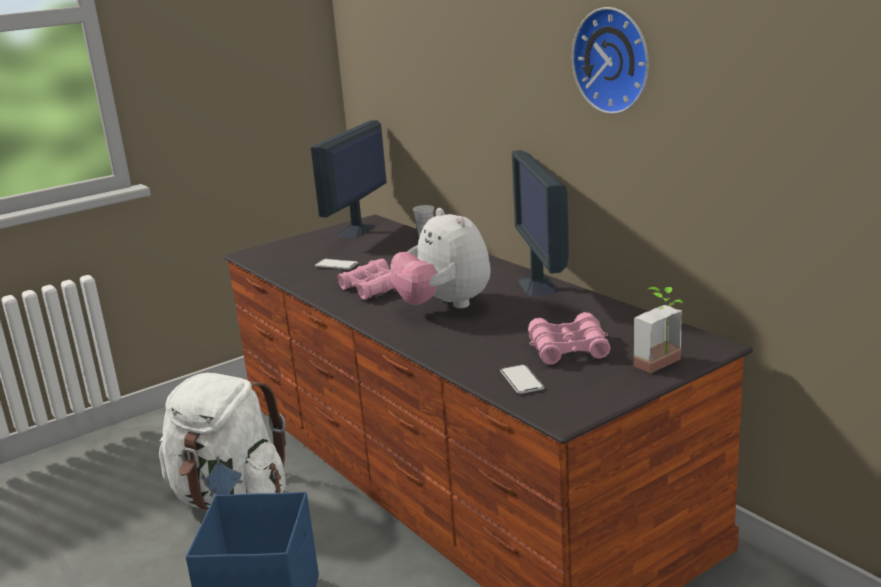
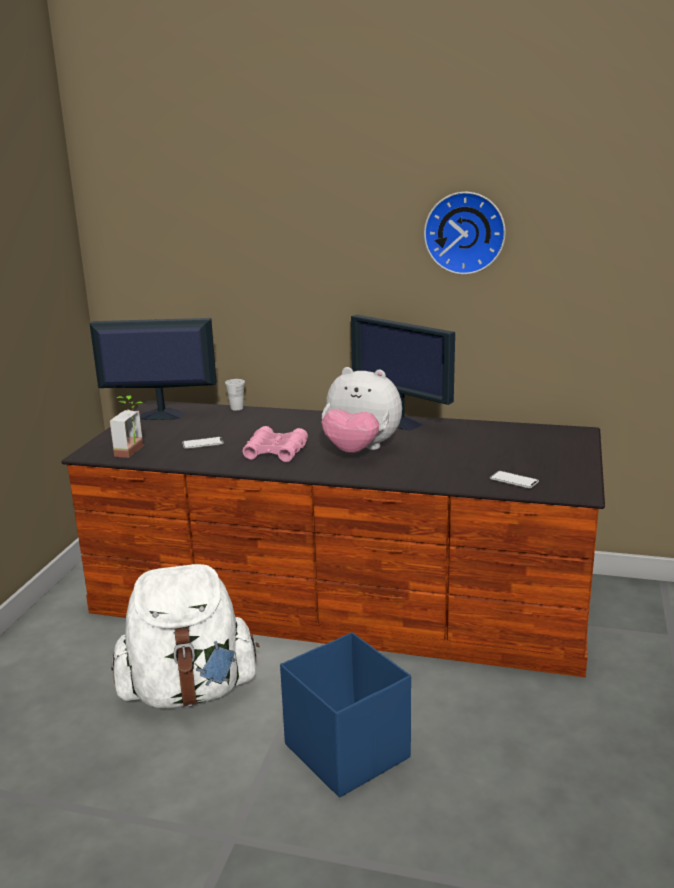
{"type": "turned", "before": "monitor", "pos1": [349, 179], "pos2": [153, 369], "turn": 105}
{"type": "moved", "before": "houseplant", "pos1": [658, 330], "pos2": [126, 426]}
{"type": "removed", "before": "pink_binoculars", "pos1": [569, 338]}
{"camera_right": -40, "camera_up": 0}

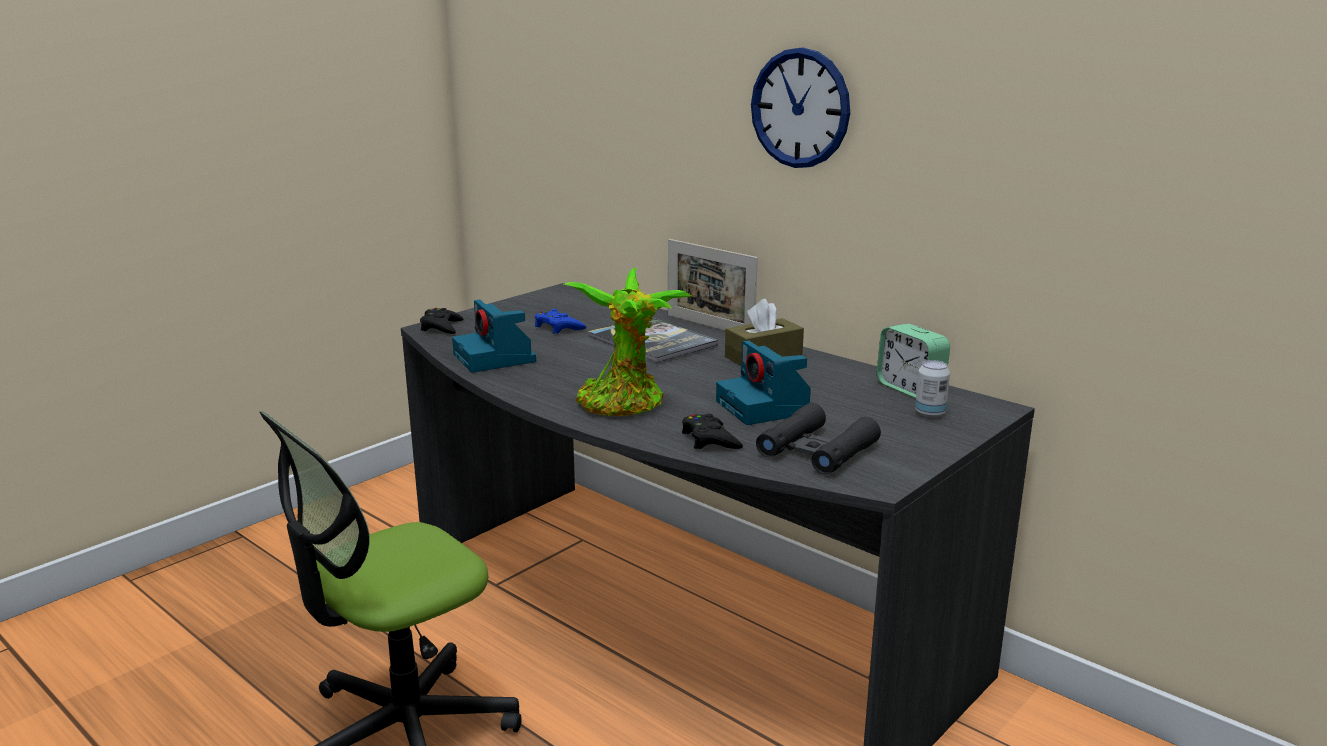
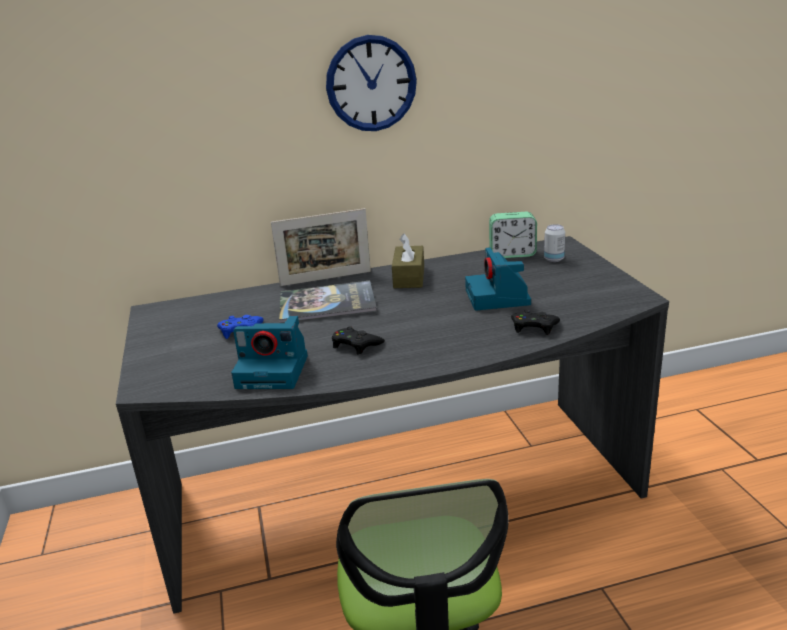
{"type": "moved", "before": "black_game_controller", "pos1": [441, 321], "pos2": [358, 340]}
{"type": "turned", "before": "photo_camera", "pos1": [763, 382], "pos2": [498, 279], "turn": 75}
{"type": "removed", "before": "houseplant", "pos1": [627, 342]}
{"type": "removed", "before": "black_binoculars", "pos1": [818, 438]}
{"camera_right": -55, "camera_up": 5}

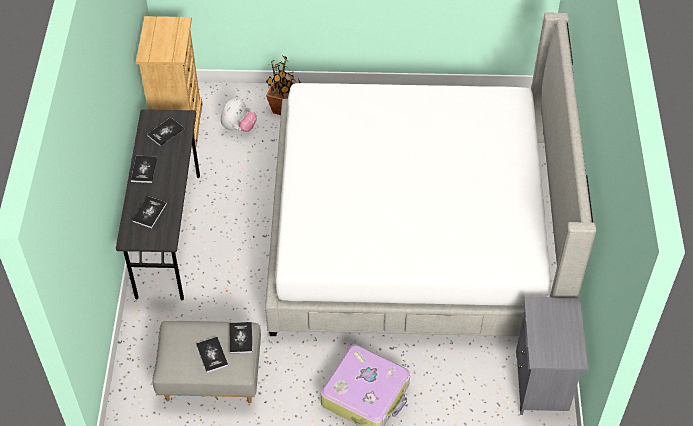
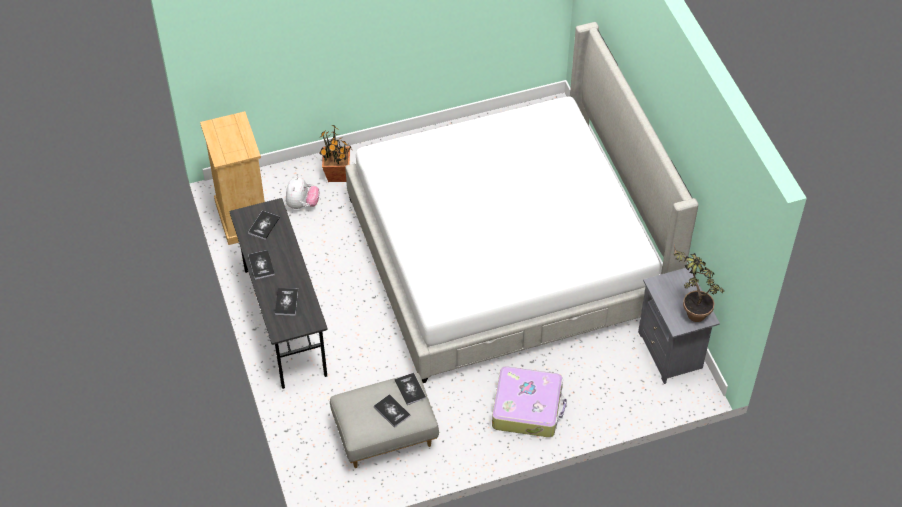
{"type": "added", "after": "houseplant", "pos2": [699, 283]}
{"camera_right": -20, "camera_up": 0}

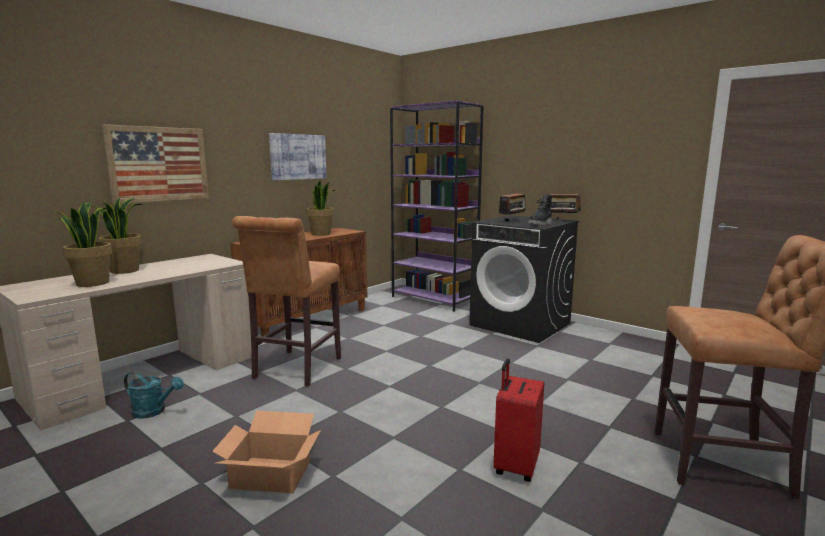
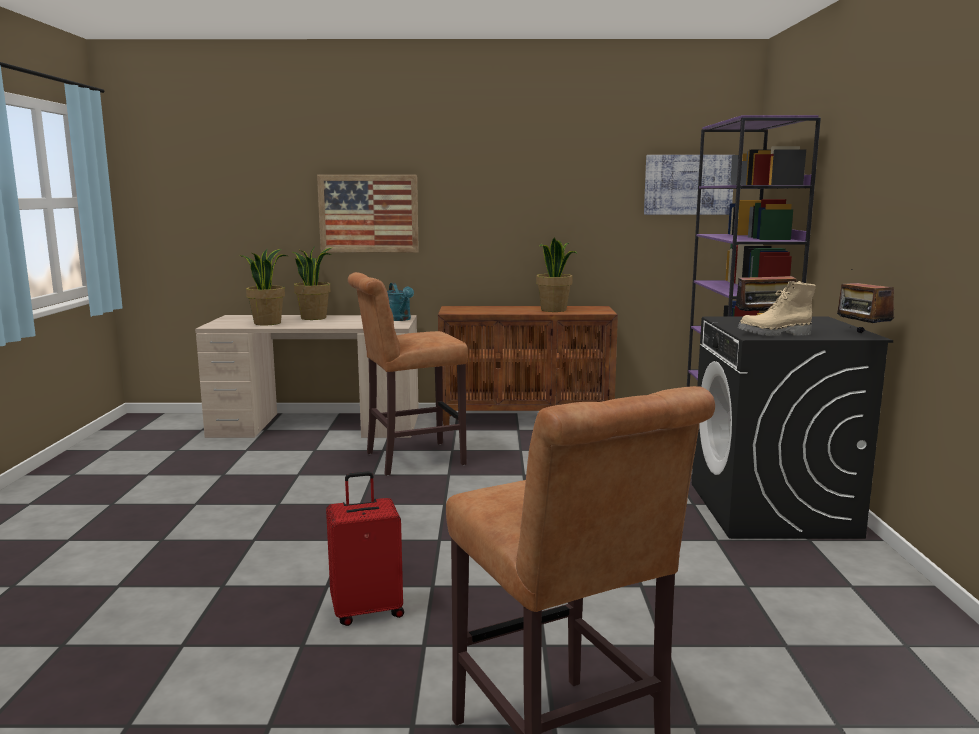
{"type": "moved", "before": "turquoise_watering_can", "pos1": [154, 395], "pos2": [400, 302]}
{"type": "moved", "before": "wall_art", "pos1": [298, 156], "pos2": [688, 185]}
{"type": "recoloured", "before": "black_high-top_boot", "after": "beige_high-top_boot", "pos1": [540, 210], "pos2": [777, 308]}
{"type": "removed", "before": "packing_box", "pos1": [266, 452]}
{"camera_right": 50, "camera_up": 0}

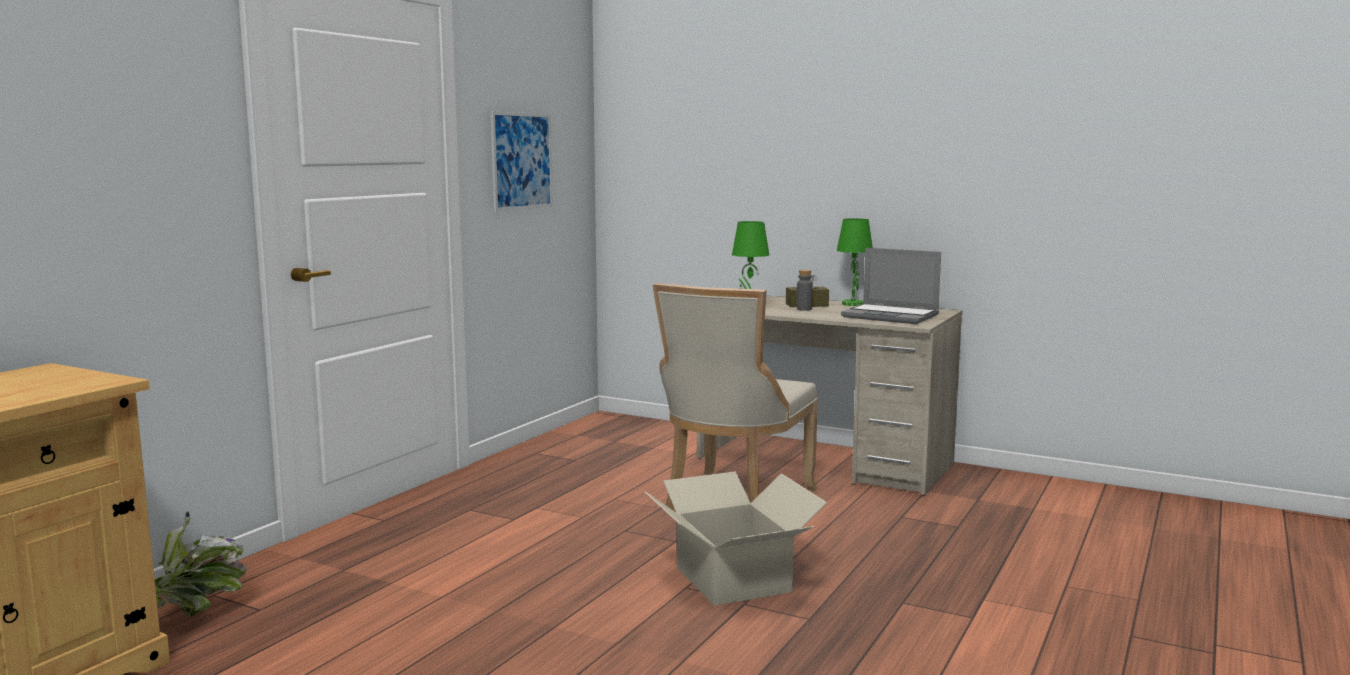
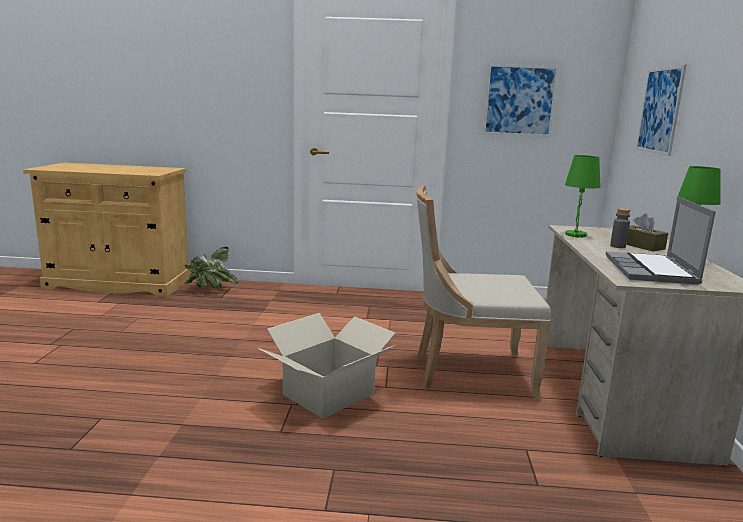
{"type": "added", "after": "wall_art", "pos2": [661, 110]}
{"camera_right": 65, "camera_up": 5}

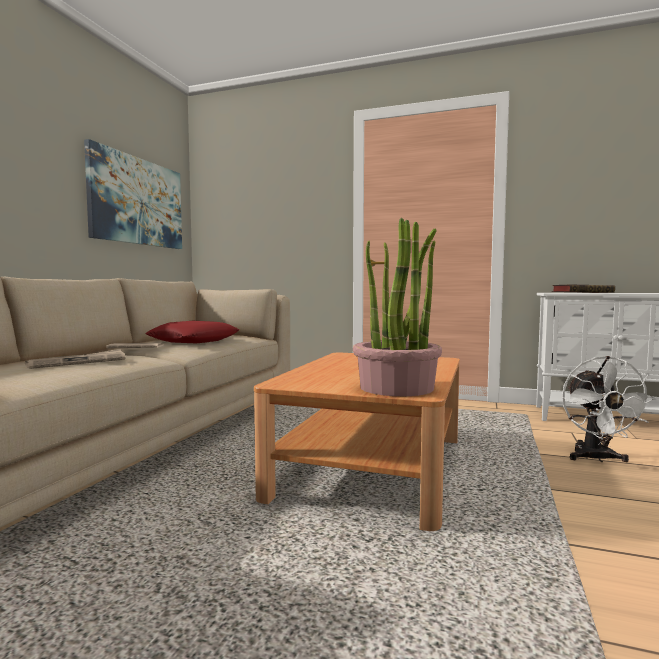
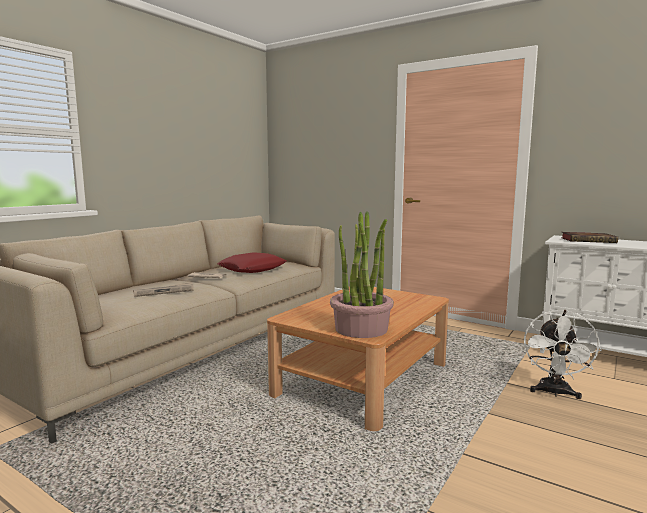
{"type": "removed", "before": "wall_art", "pos1": [133, 194]}
{"camera_right": 15, "camera_up": 5}

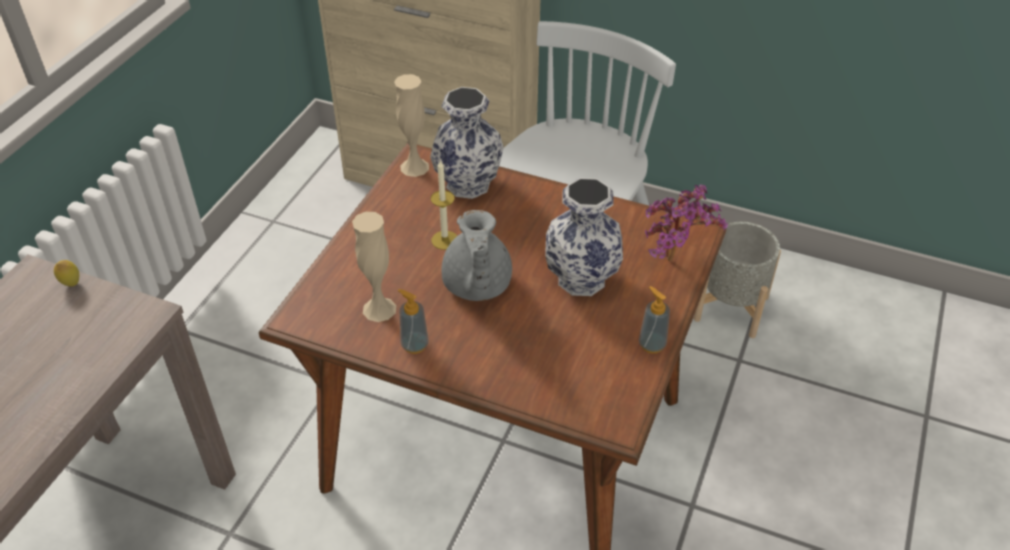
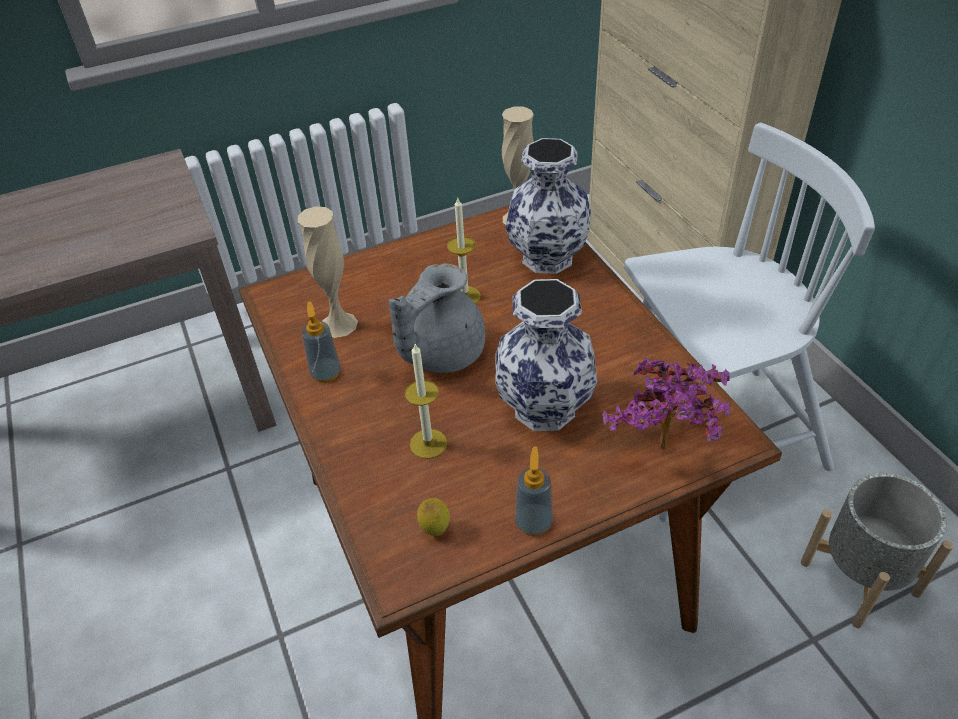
{"type": "added", "after": "wax_candle", "pos2": [426, 401]}
{"type": "moved", "before": "lemon", "pos1": [66, 273], "pos2": [433, 517]}
{"camera_right": 45, "camera_up": 0}

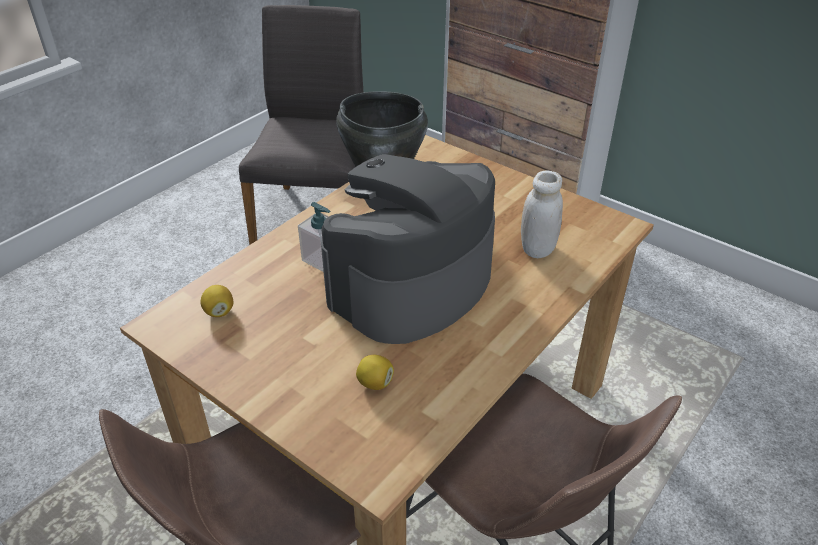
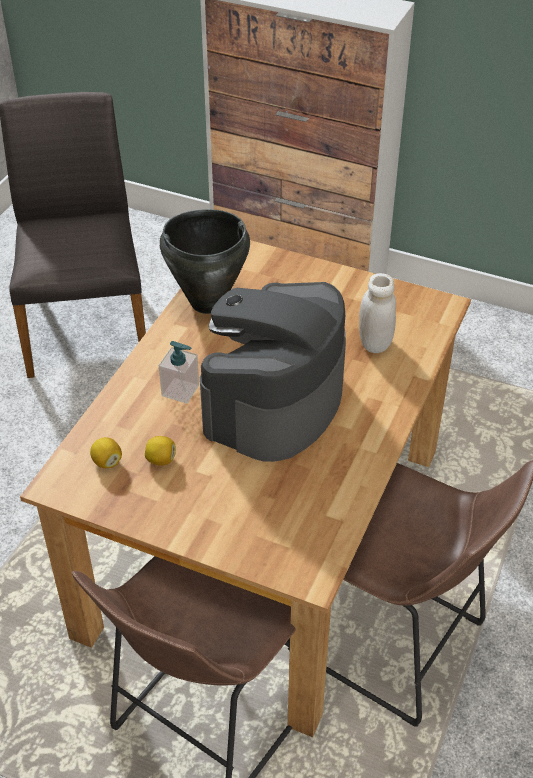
{"type": "moved", "before": "lemon", "pos1": [375, 372], "pos2": [160, 451]}
{"camera_right": -15, "camera_up": 5}

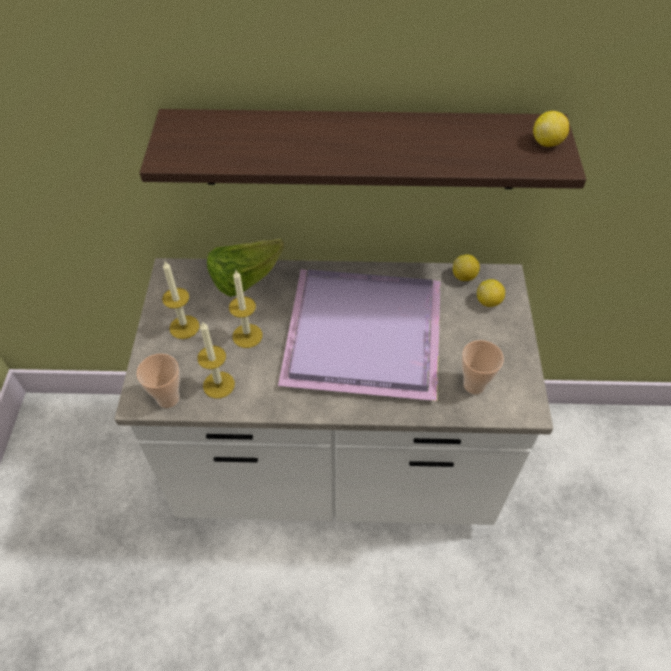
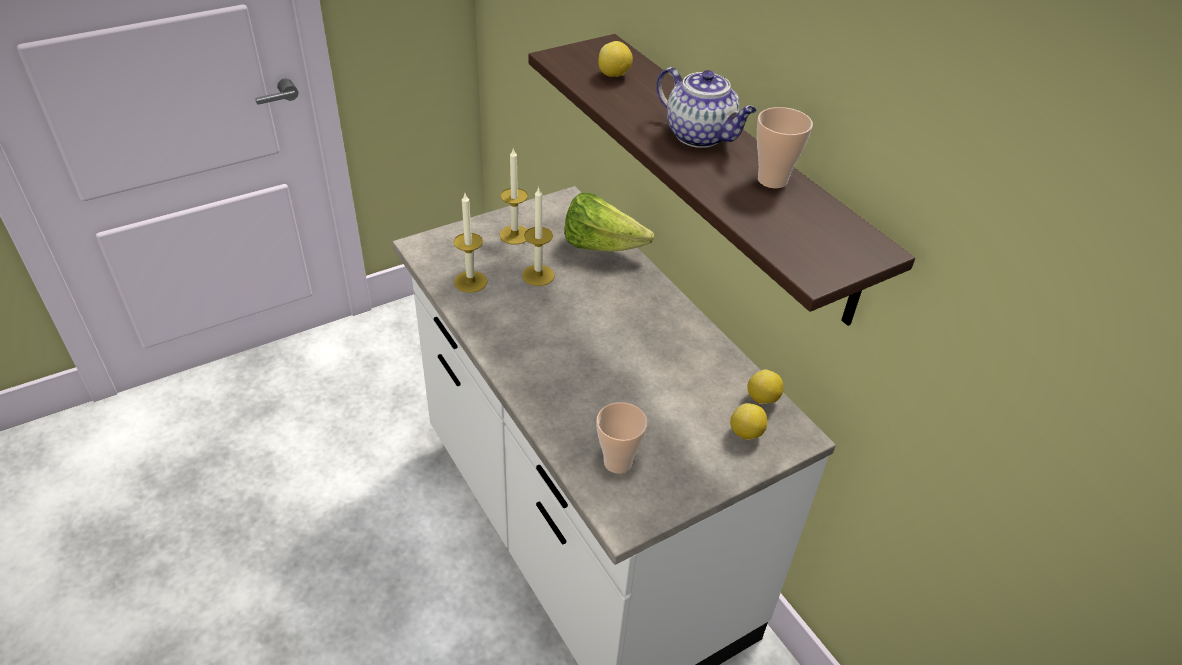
{"type": "moved", "before": "lemon", "pos1": [551, 129], "pos2": [615, 59]}
{"type": "added", "after": "tea_pot", "pos2": [706, 107]}
{"type": "moved", "before": "cup", "pos1": [158, 381], "pos2": [785, 147]}
{"type": "removed", "before": "purple-coloured_serving_tray", "pos1": [359, 335]}
{"camera_right": 55, "camera_up": -10}

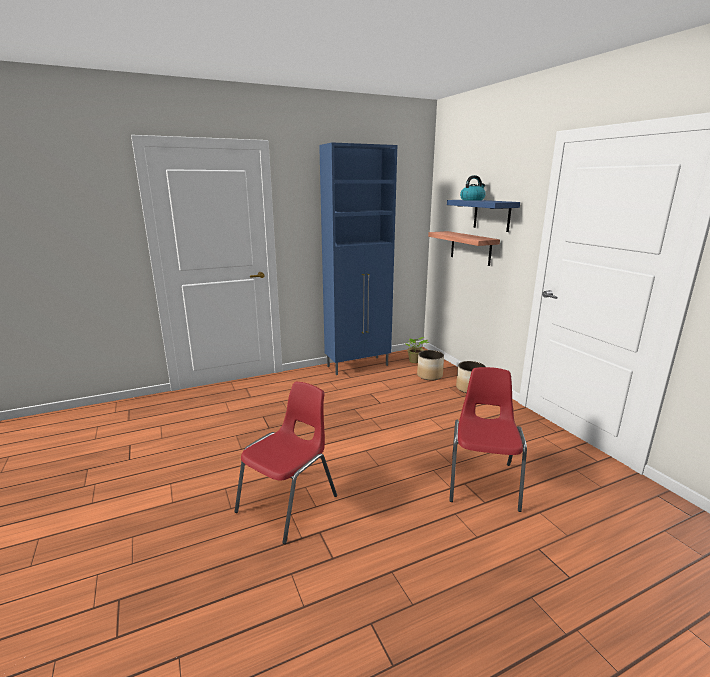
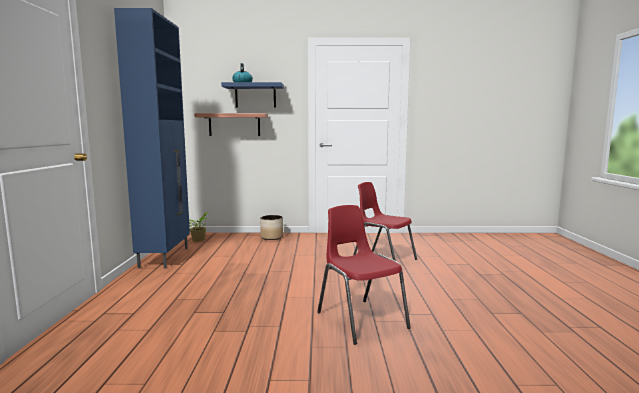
{"type": "removed", "before": "planter", "pos1": [430, 365]}
{"camera_right": -65, "camera_up": -10}

